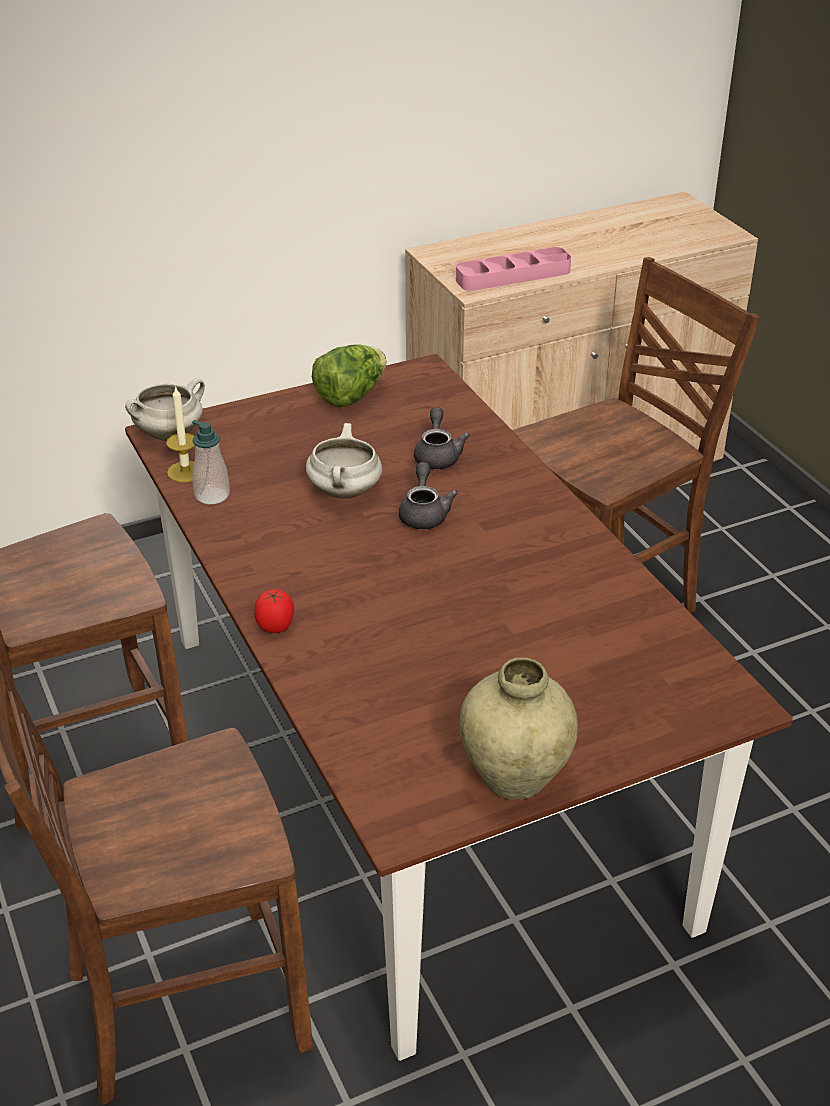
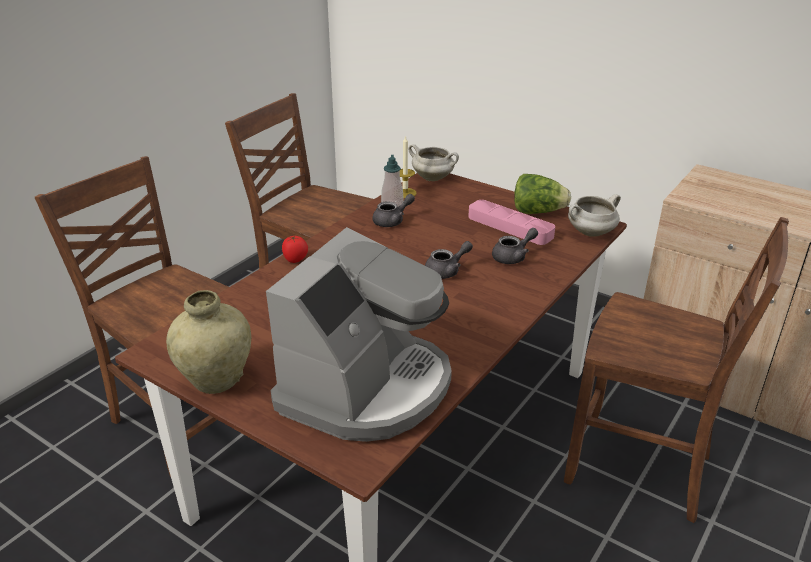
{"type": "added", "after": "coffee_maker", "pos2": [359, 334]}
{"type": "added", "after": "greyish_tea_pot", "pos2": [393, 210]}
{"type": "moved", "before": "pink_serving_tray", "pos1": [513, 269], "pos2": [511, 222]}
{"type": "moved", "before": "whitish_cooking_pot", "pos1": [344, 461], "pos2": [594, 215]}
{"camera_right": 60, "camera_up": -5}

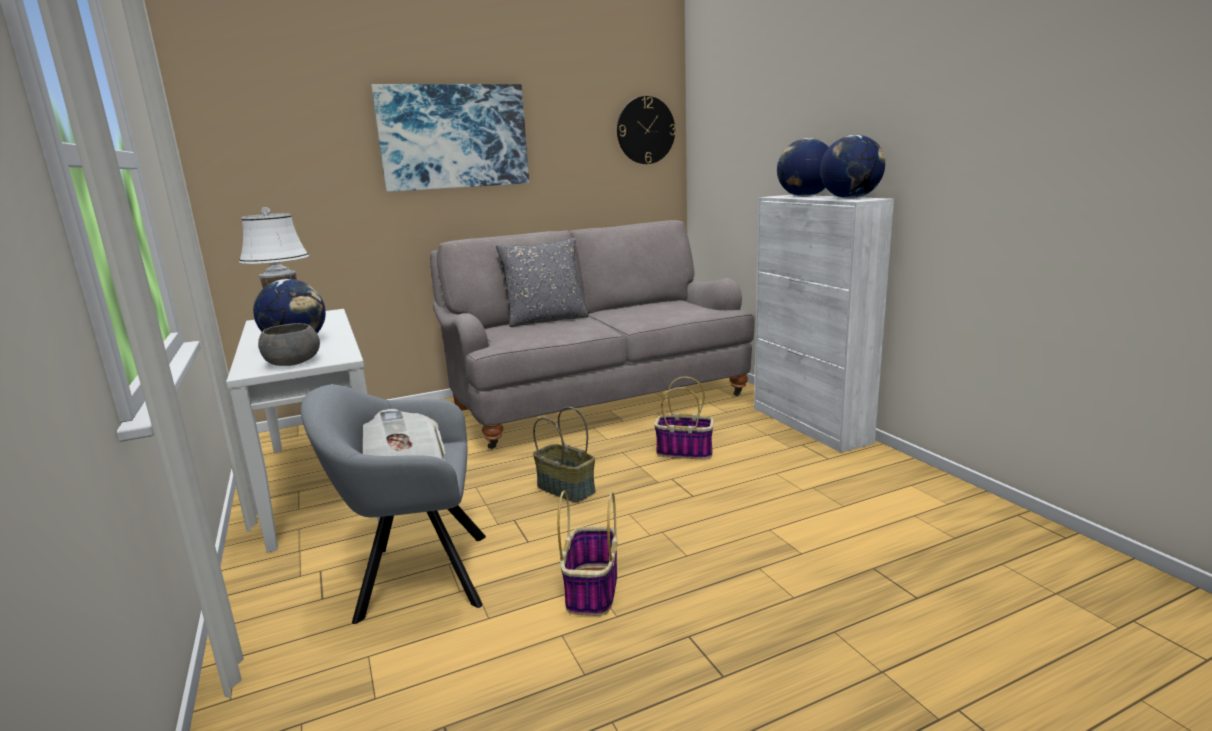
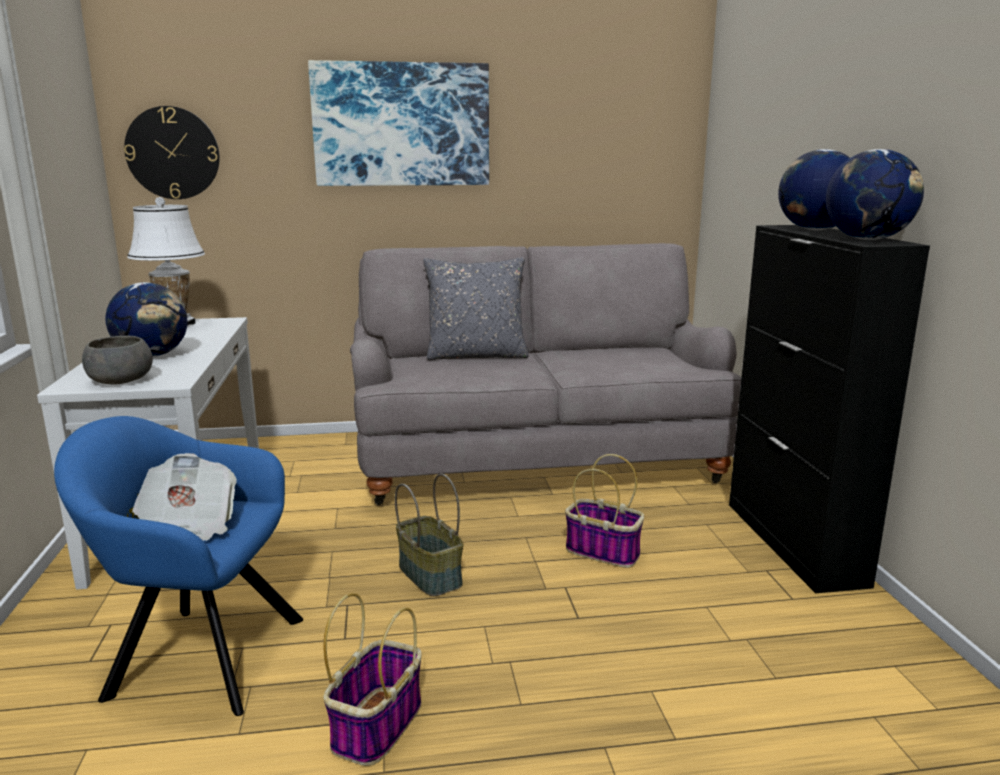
{"type": "recoloured", "before": "greyish_lounge_chair", "after": "bluish_lounge_chair", "pos1": [393, 504], "pos2": [178, 566]}
{"type": "moved", "before": "hanging_clock", "pos1": [646, 130], "pos2": [171, 152]}
{"type": "recoloured", "before": "whitish_cabinet", "after": "black_cabinet", "pos1": [824, 324], "pos2": [829, 409]}
{"camera_right": 15, "camera_up": 0}

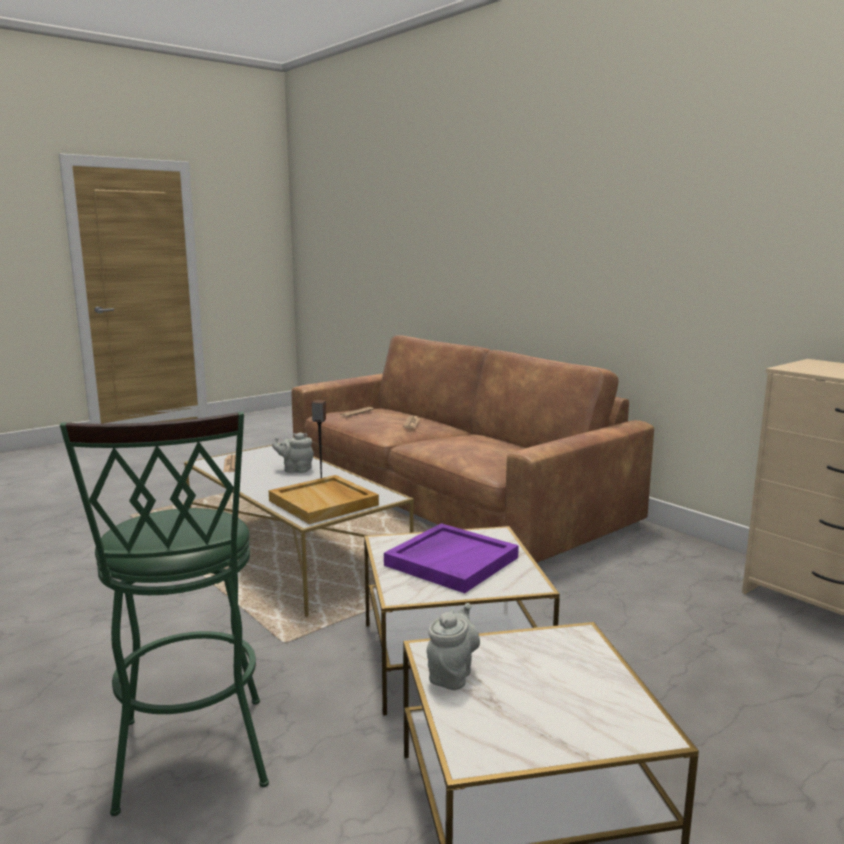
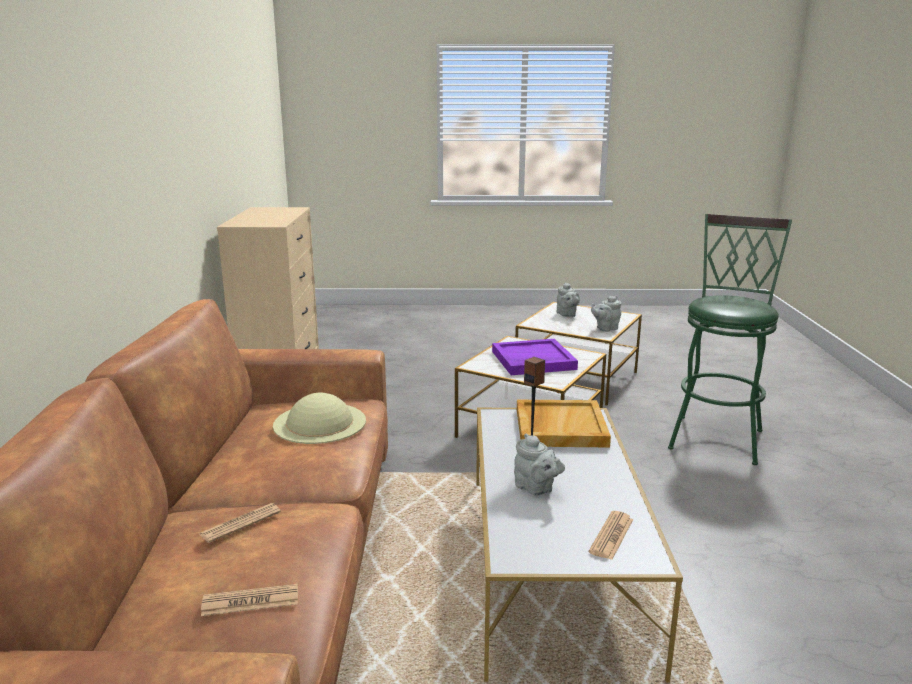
{"type": "added", "after": "beige_wearable_hat", "pos2": [319, 418]}
{"type": "added", "after": "greyish_tea_pot", "pos2": [568, 299]}
{"camera_right": -140, "camera_up": 5}

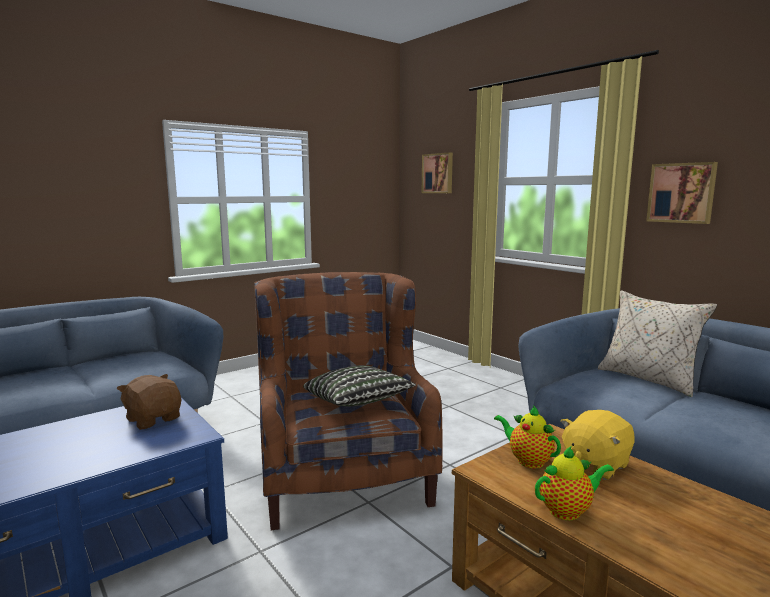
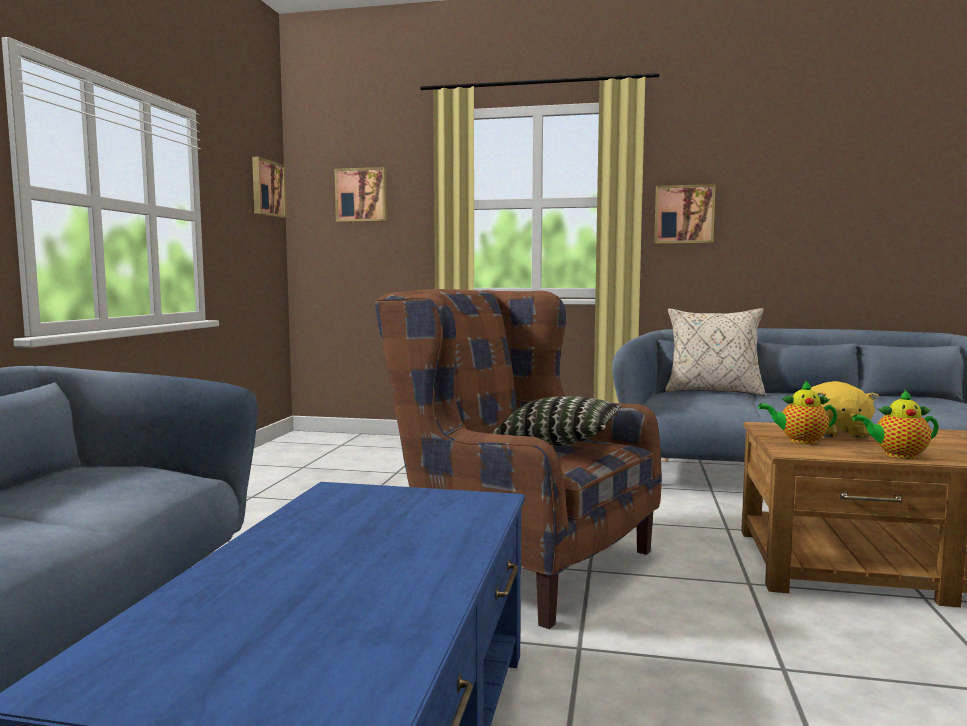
{"type": "added", "after": "wall_art", "pos2": [269, 187]}
{"type": "turned", "before": "tea_pot", "pos1": [574, 483], "pos2": [895, 424], "turn": -120}
{"type": "removed", "before": "brown_plush_toy", "pos1": [149, 402]}
{"camera_right": -40, "camera_up": -5}

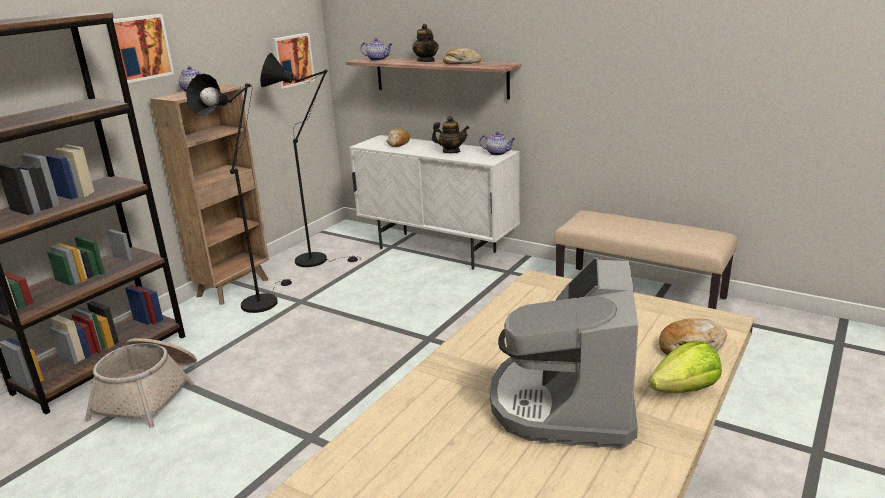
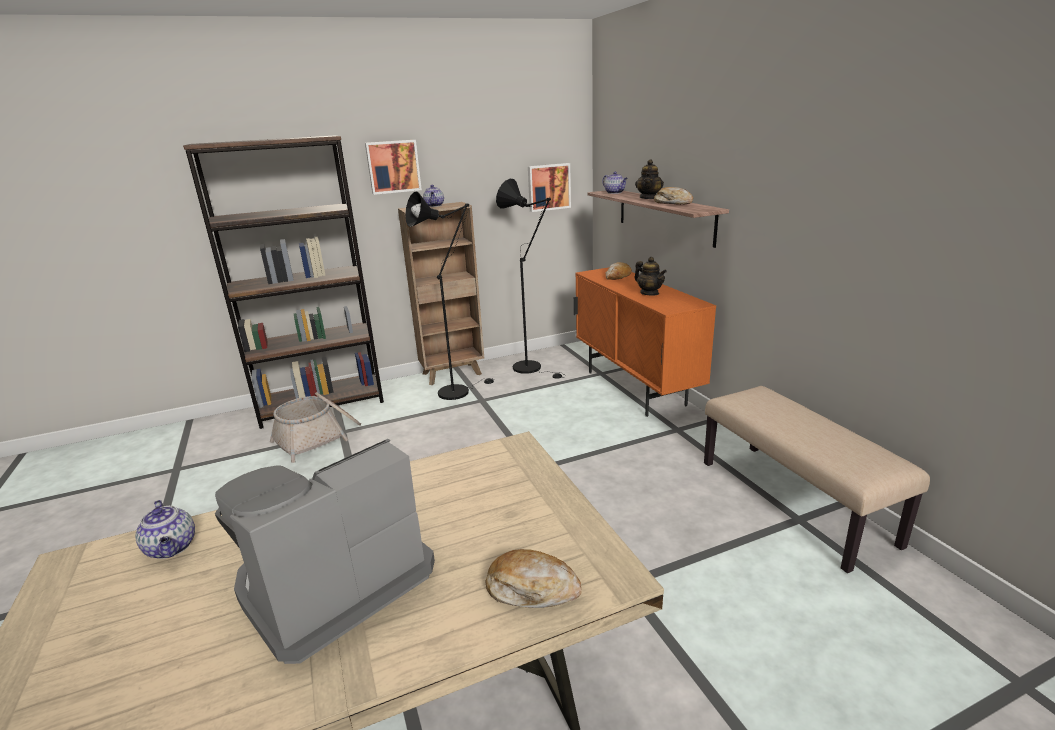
{"type": "moved", "before": "tea_pot", "pos1": [497, 144], "pos2": [165, 529]}
{"type": "recoloured", "before": "whitish_cabinet", "after": "orangey_cabinet", "pos1": [434, 202], "pos2": [645, 342]}
{"type": "removed", "before": "head_of_lettuce", "pos1": [685, 367]}
{"camera_right": 35, "camera_up": 0}

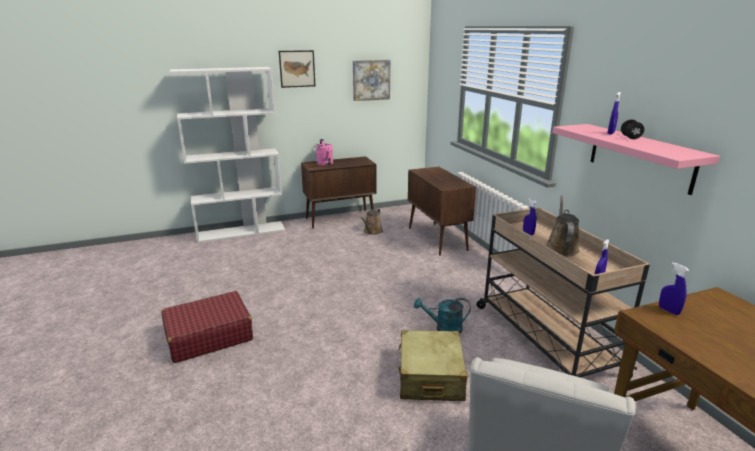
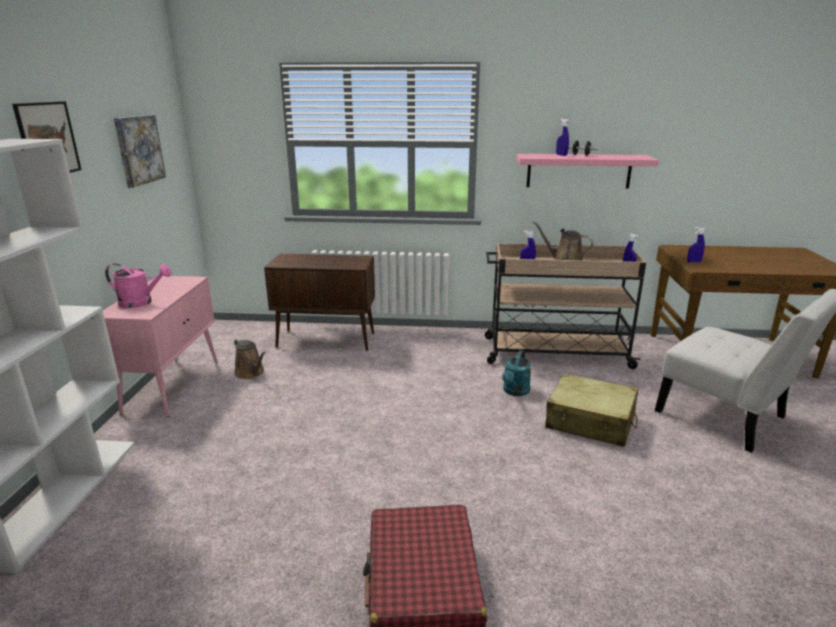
{"type": "recoloured", "before": "brown_cabinet", "after": "pink_cabinet", "pos1": [338, 192], "pos2": [160, 346]}
{"camera_right": -65, "camera_up": 0}

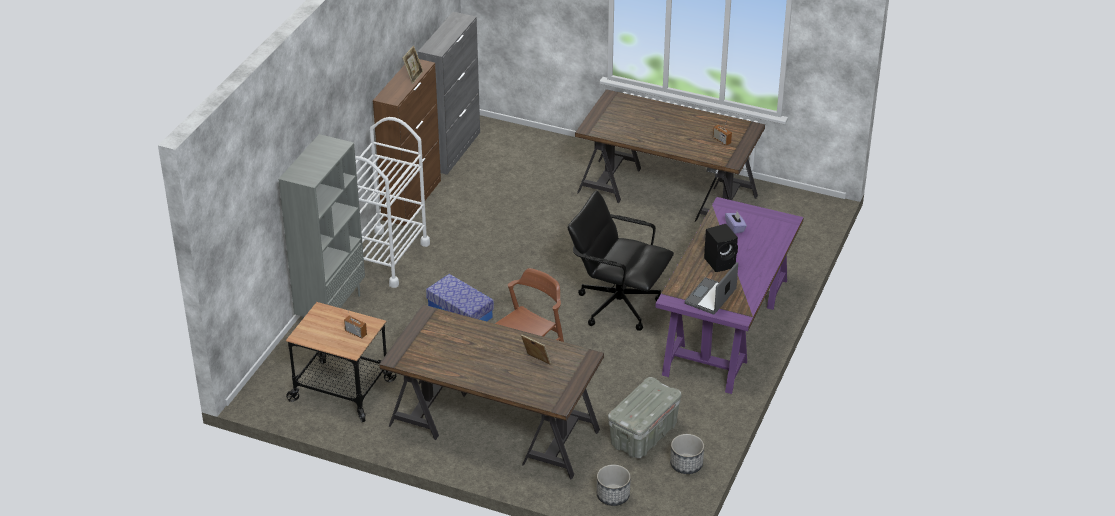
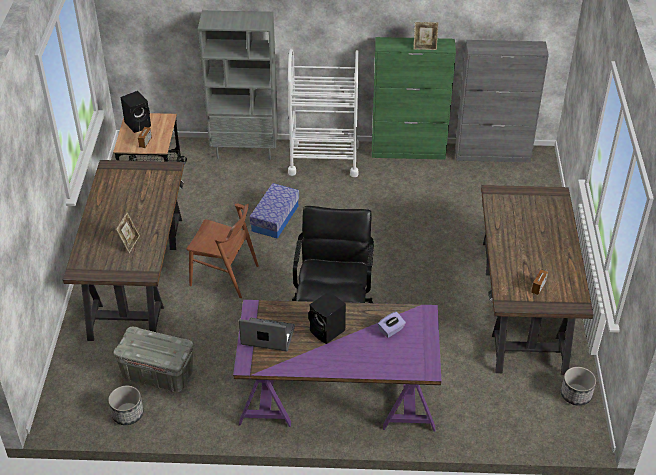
{"type": "added", "after": "black_speaker", "pos2": [135, 112]}
{"type": "recoloured", "before": "brown_cabinet", "after": "green_cabinet", "pos1": [407, 142], "pos2": [414, 98]}
{"type": "moved", "before": "planter", "pos1": [614, 485], "pos2": [578, 386]}
{"camera_right": 70, "camera_up": 5}

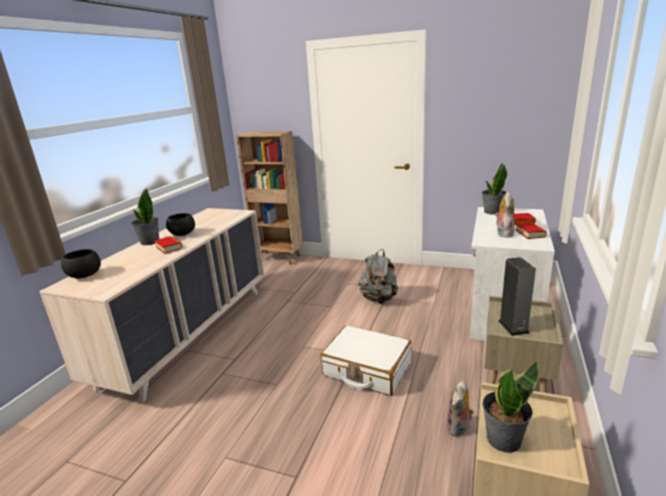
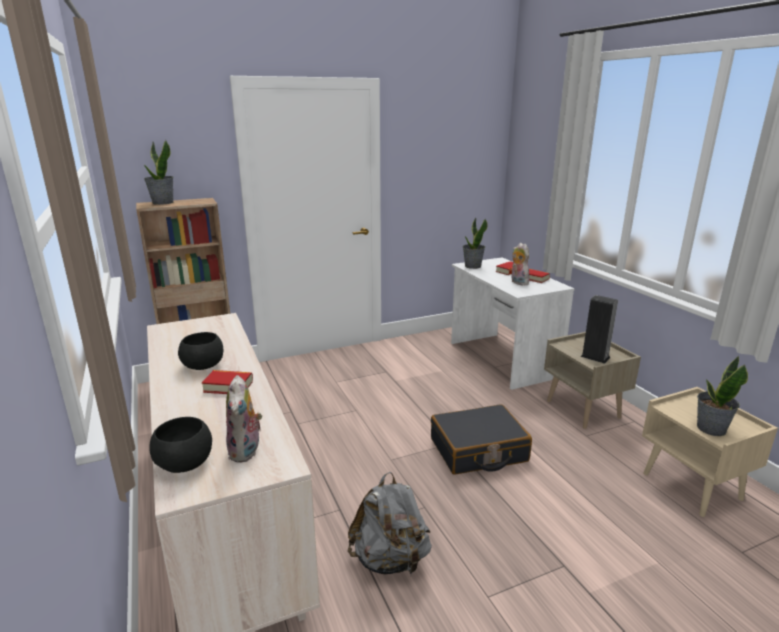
{"type": "moved", "before": "houseplant", "pos1": [145, 216], "pos2": [158, 172]}
{"type": "moved", "before": "plush_toy", "pos1": [460, 409], "pos2": [244, 419]}
{"type": "moved", "before": "greyish_knapsack", "pos1": [378, 276], "pos2": [390, 523]}
{"type": "recoloured", "before": "whitish_piece_of_luggage", "after": "black_piece_of_luggage", "pos1": [366, 360], "pos2": [481, 439]}
{"camera_right": -45, "camera_up": 0}

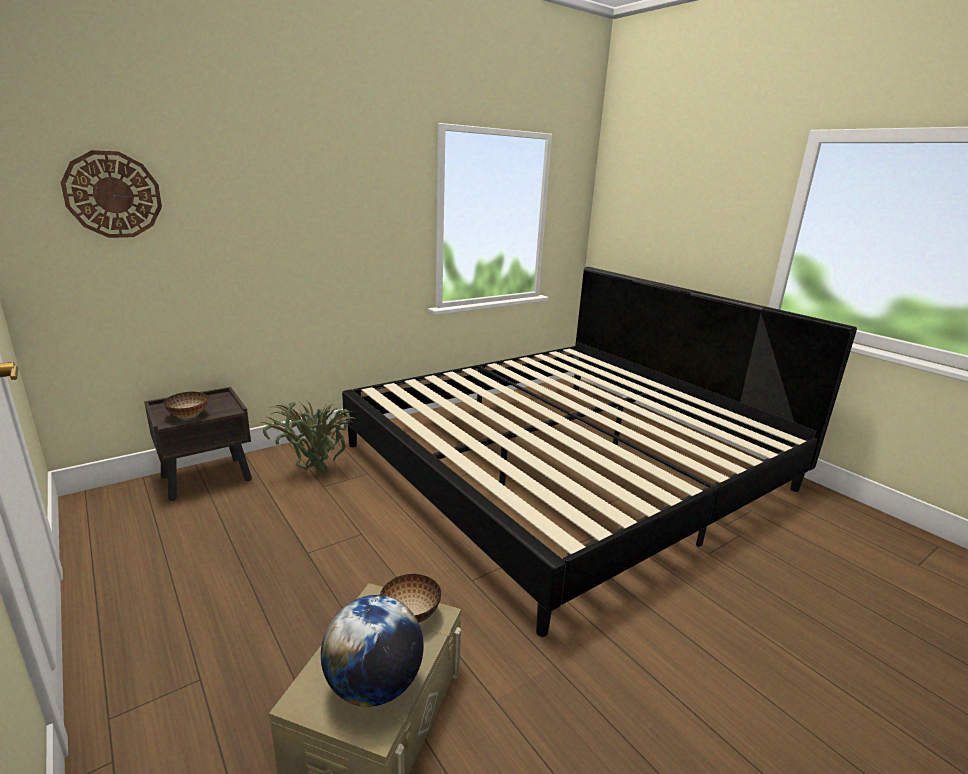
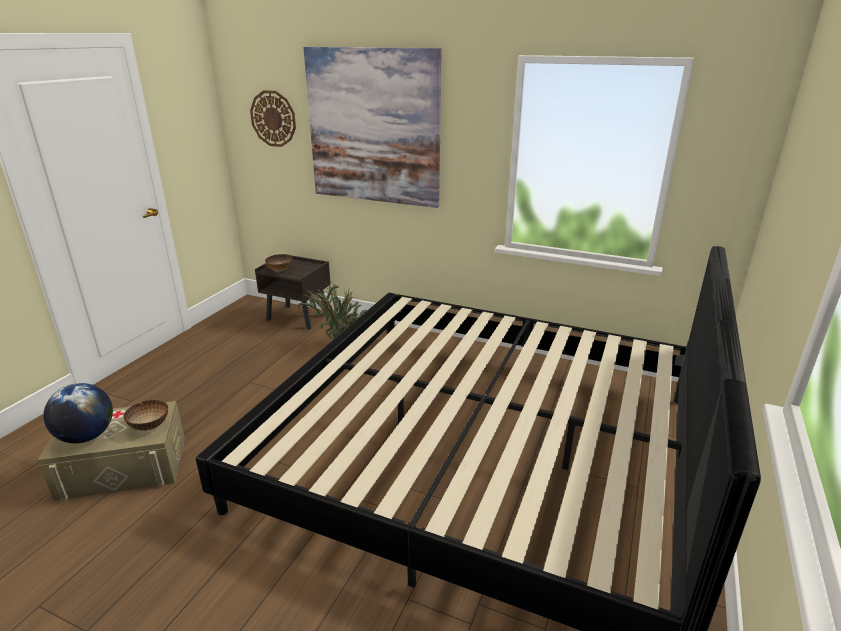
{"type": "added", "after": "wall_art", "pos2": [372, 127]}
{"camera_right": 60, "camera_up": 5}

